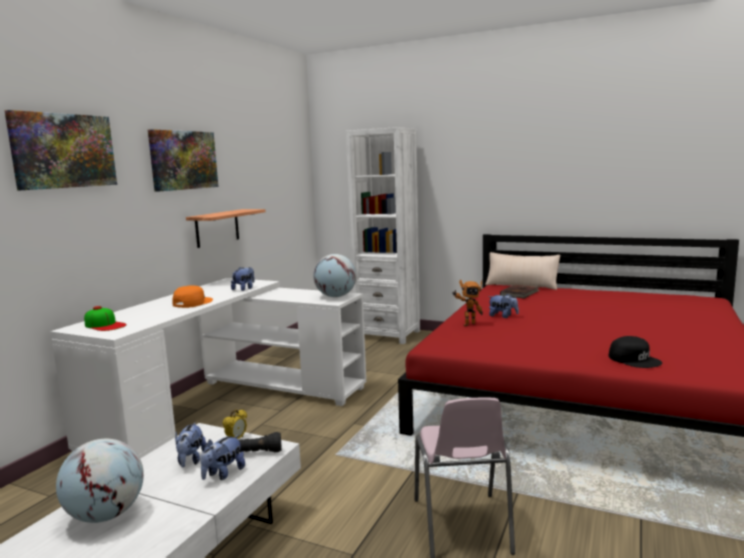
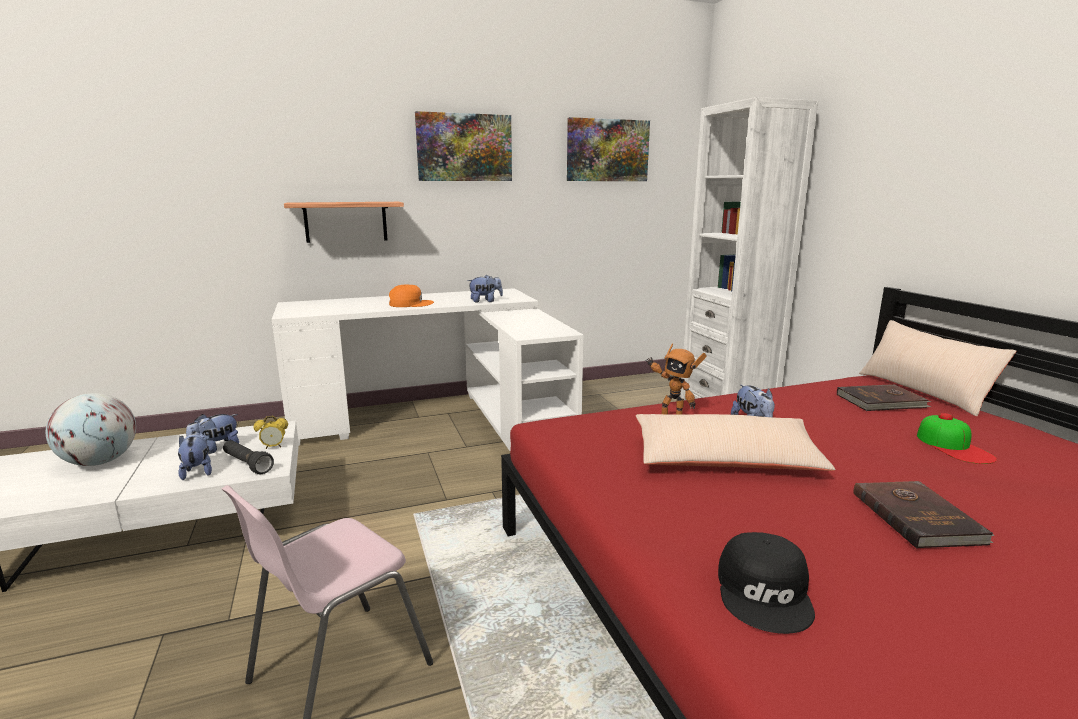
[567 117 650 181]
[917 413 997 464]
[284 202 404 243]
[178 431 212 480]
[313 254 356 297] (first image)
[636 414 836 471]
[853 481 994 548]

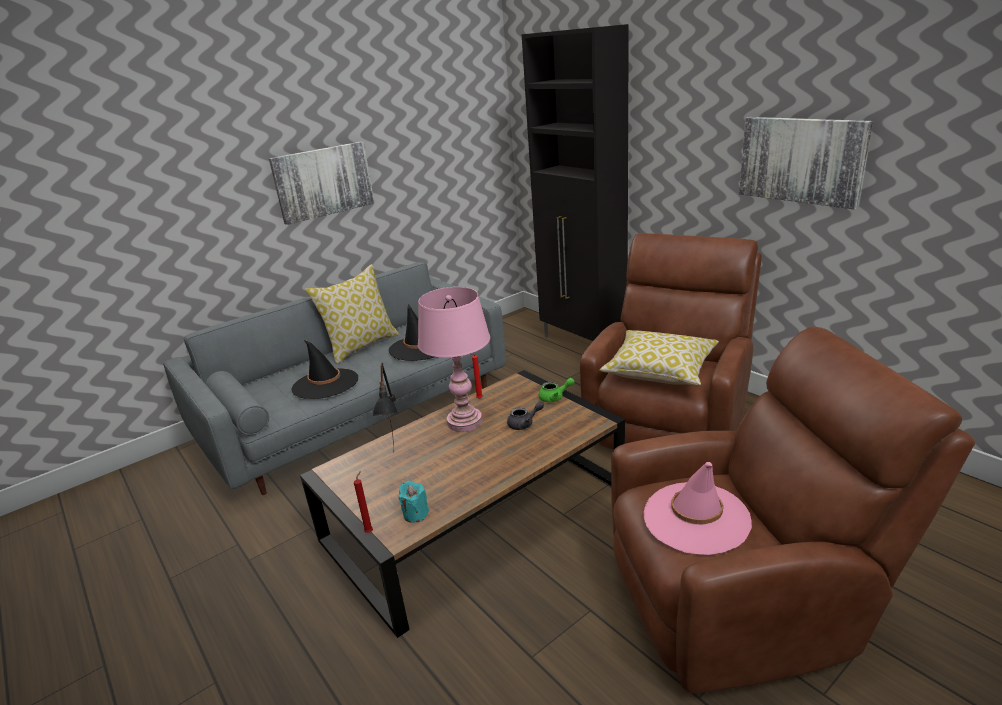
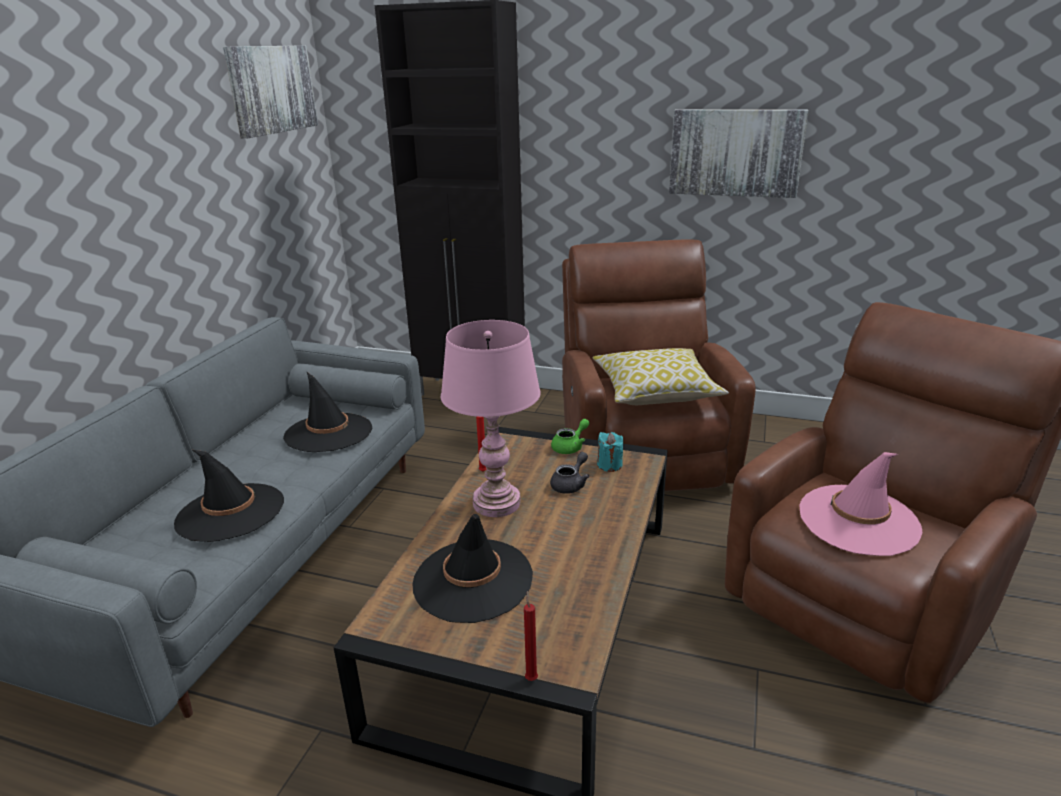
[223 45 318 139]
[305 264 399 364] (first image)
[412 514 533 623]
[597 432 623 472]

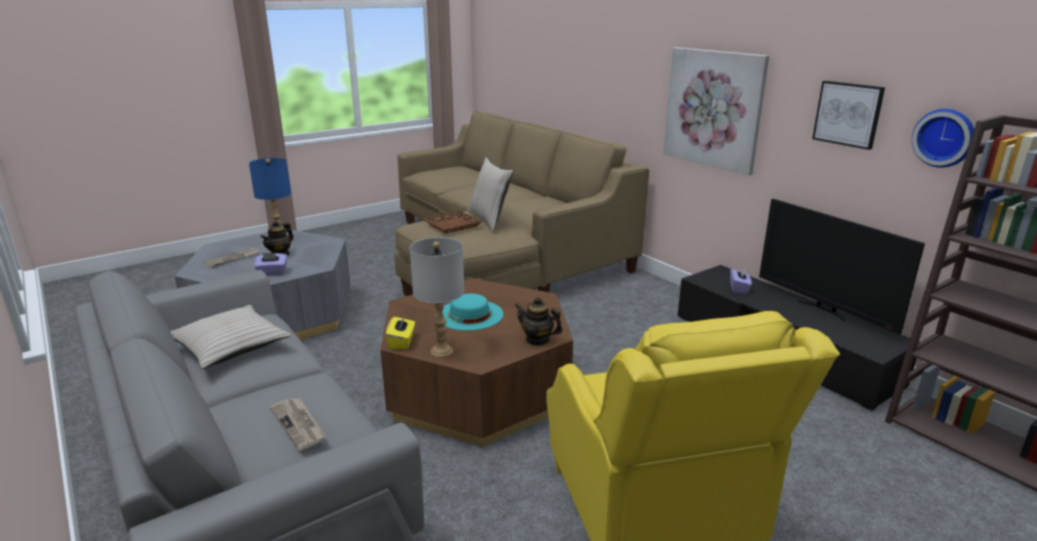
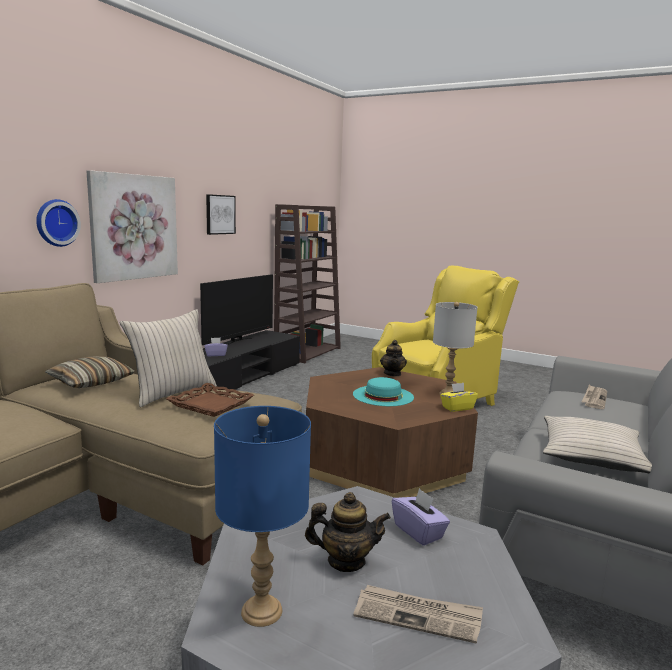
[36 199 81 247]
[45 356 135 388]

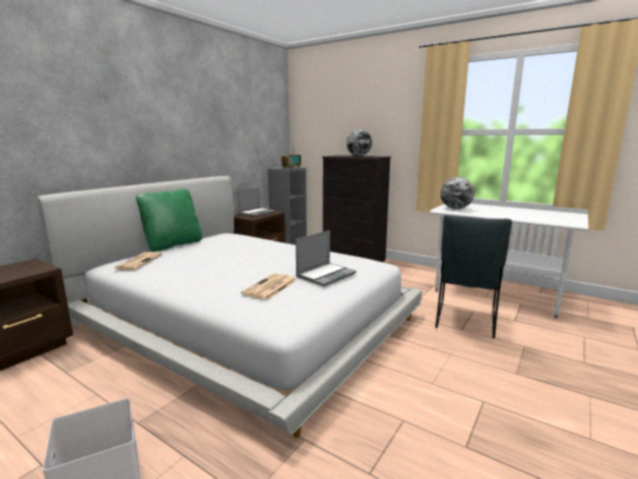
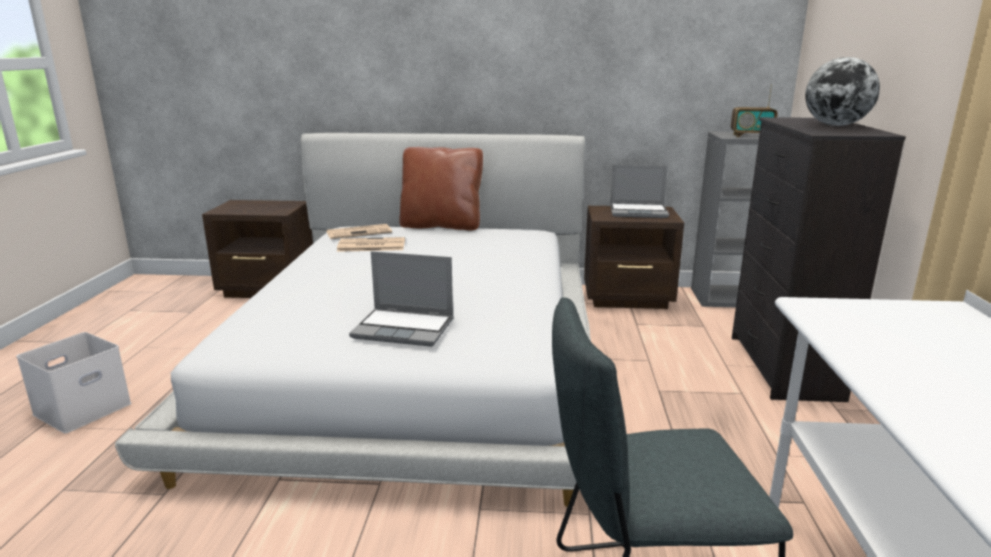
[399 147 483 231]
[337 237 405 252]
[441 177 474 209] (first image)

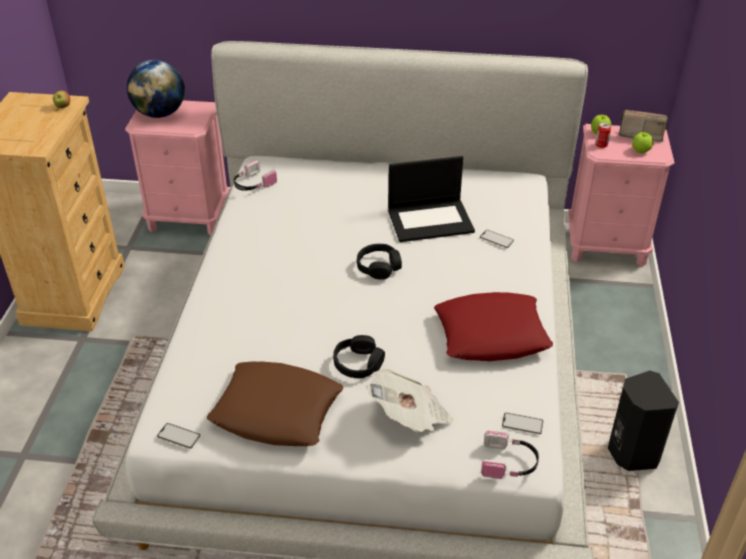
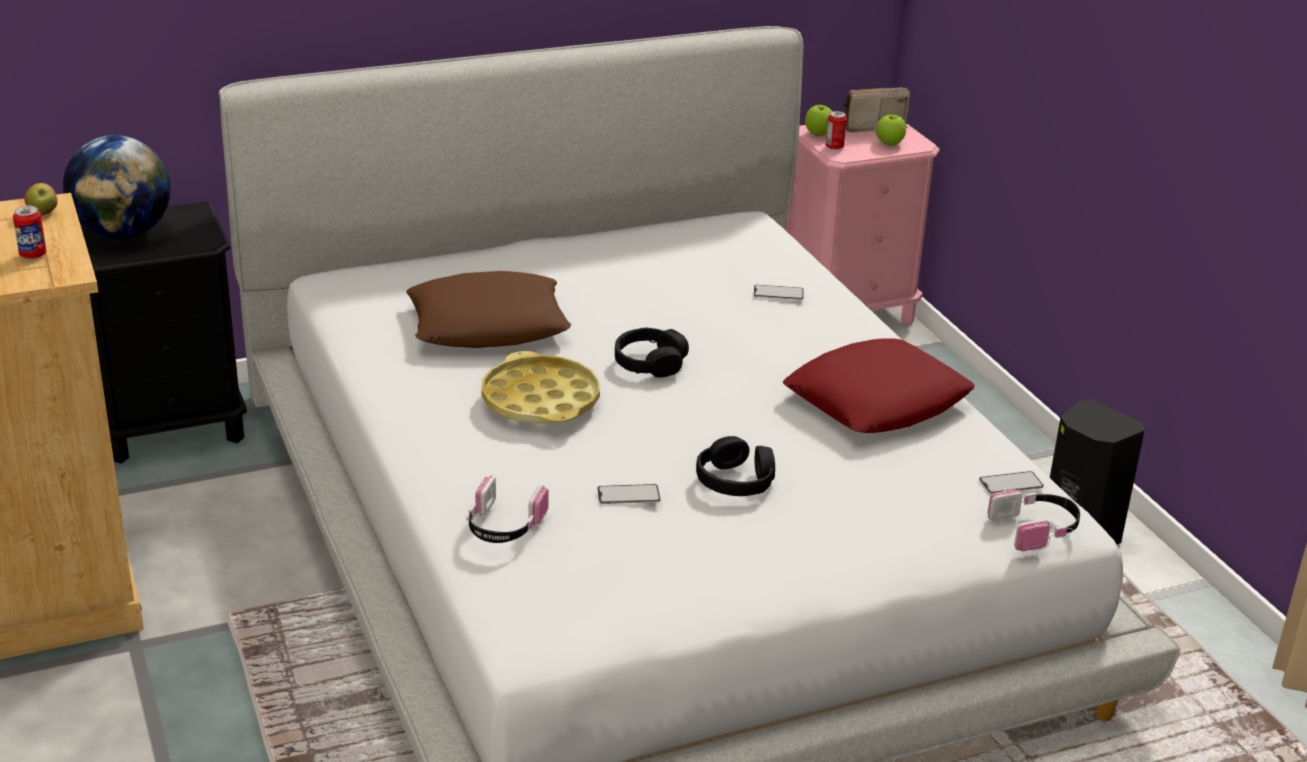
[80 201 247 464]
[597 484 660 504]
[406 271 571 348]
[466 476 549 543]
[366 369 453 433] (first image)
[388 156 475 242] (first image)
[13 206 46 259]
[481 351 600 424]

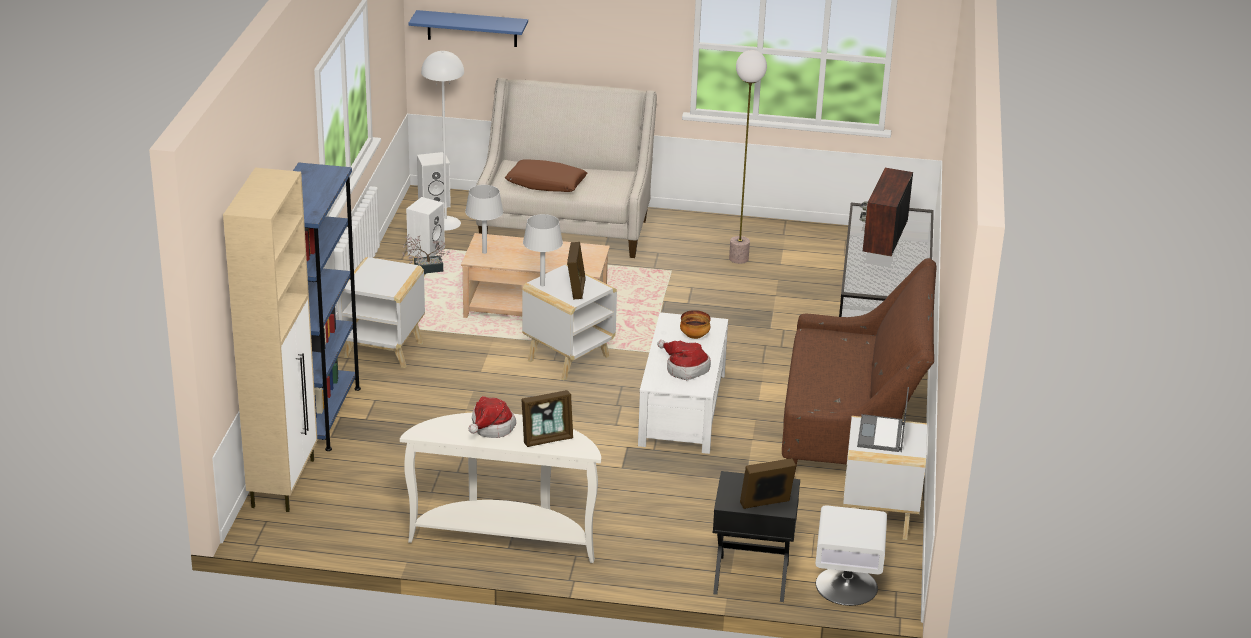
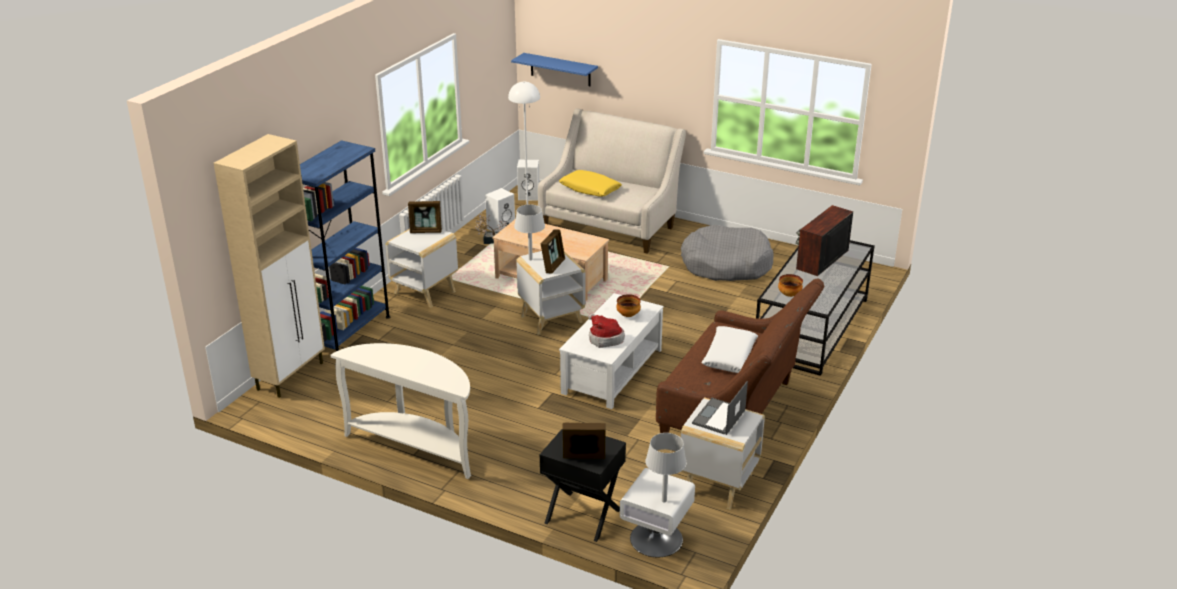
[645 433 687 503]
[469 396 516 438] (first image)
[559 170 622 197]
[408 201 442 233]
[681 225 774 281]
[701 326 758 373]
[778 274 803 297]

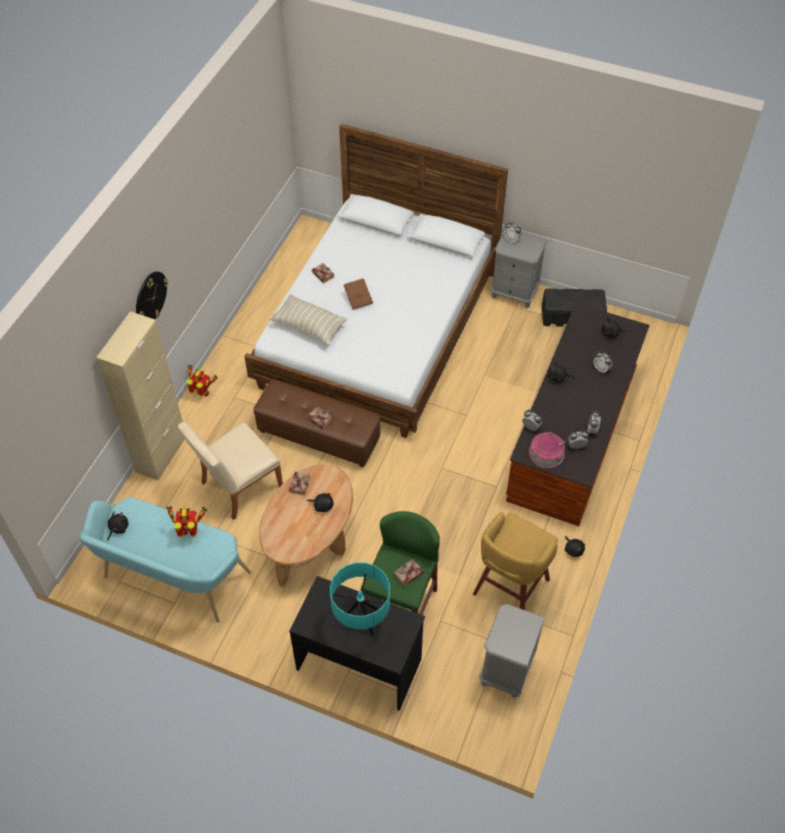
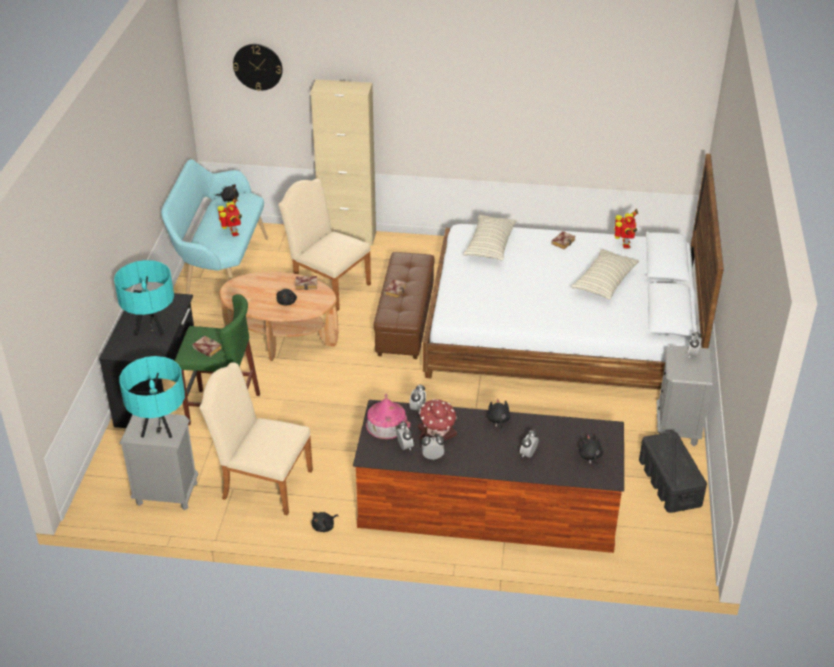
[233 44 283 91]
[614 209 638 249]
[344 278 373 310] (first image)
[199 362 313 516]
[119 356 185 438]
[418 399 457 440]
[572 249 639 300]

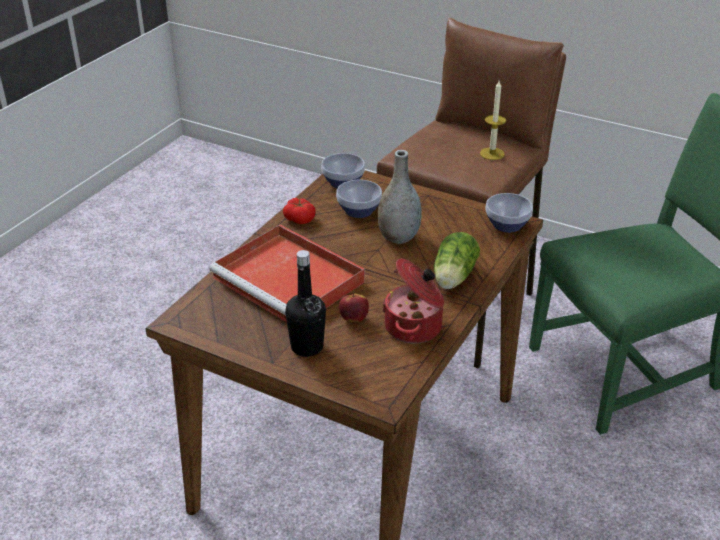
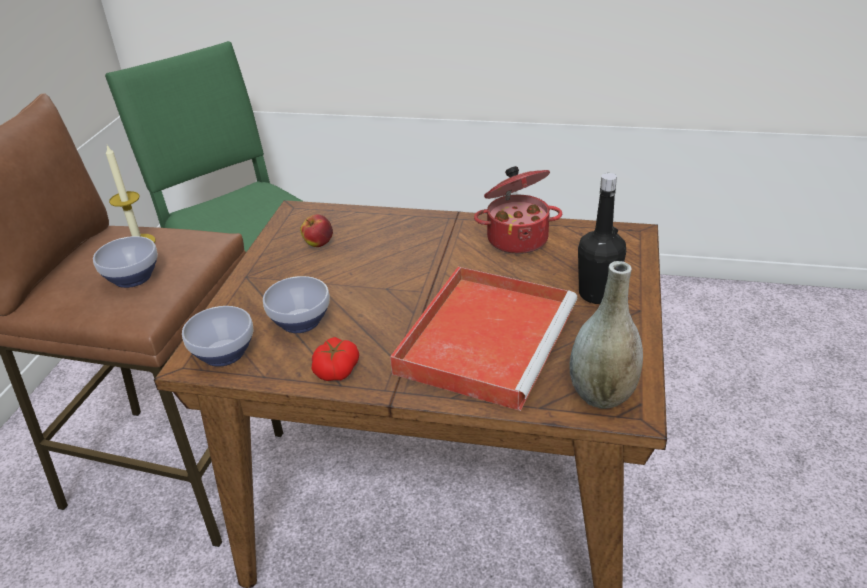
[300 214 333 247]
[569 261 643 409]
[434 232 480 289] (first image)
[93 236 158 288]

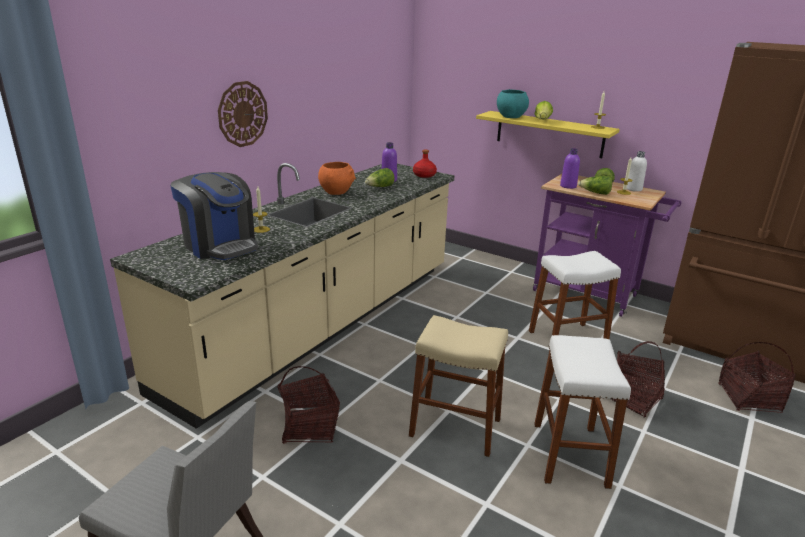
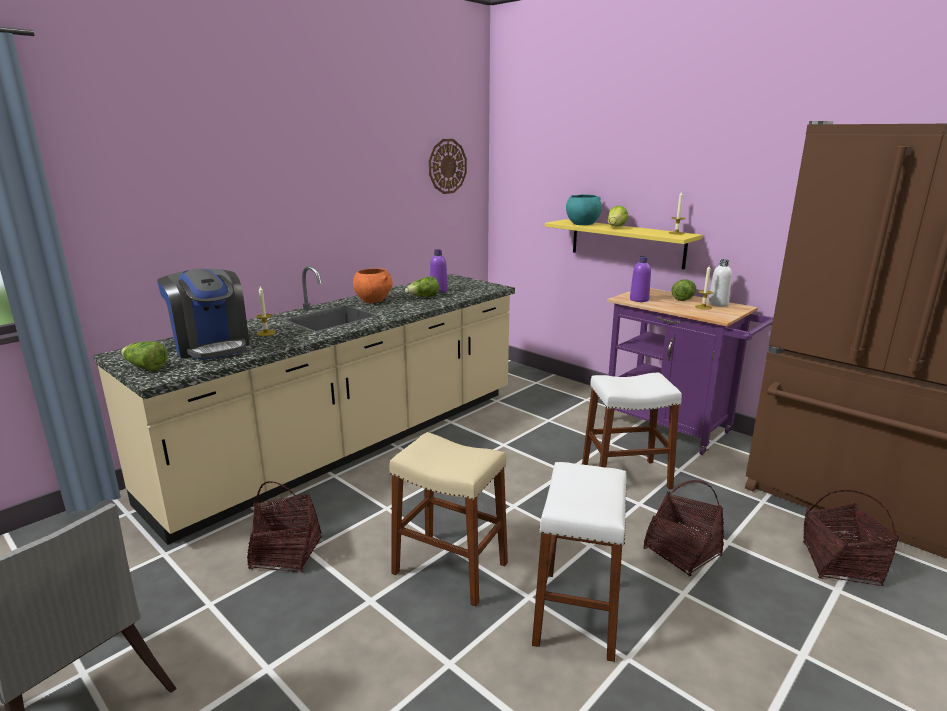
[429 139 467 194]
[413 150 437 178] (first image)
[121 341 168 371]

